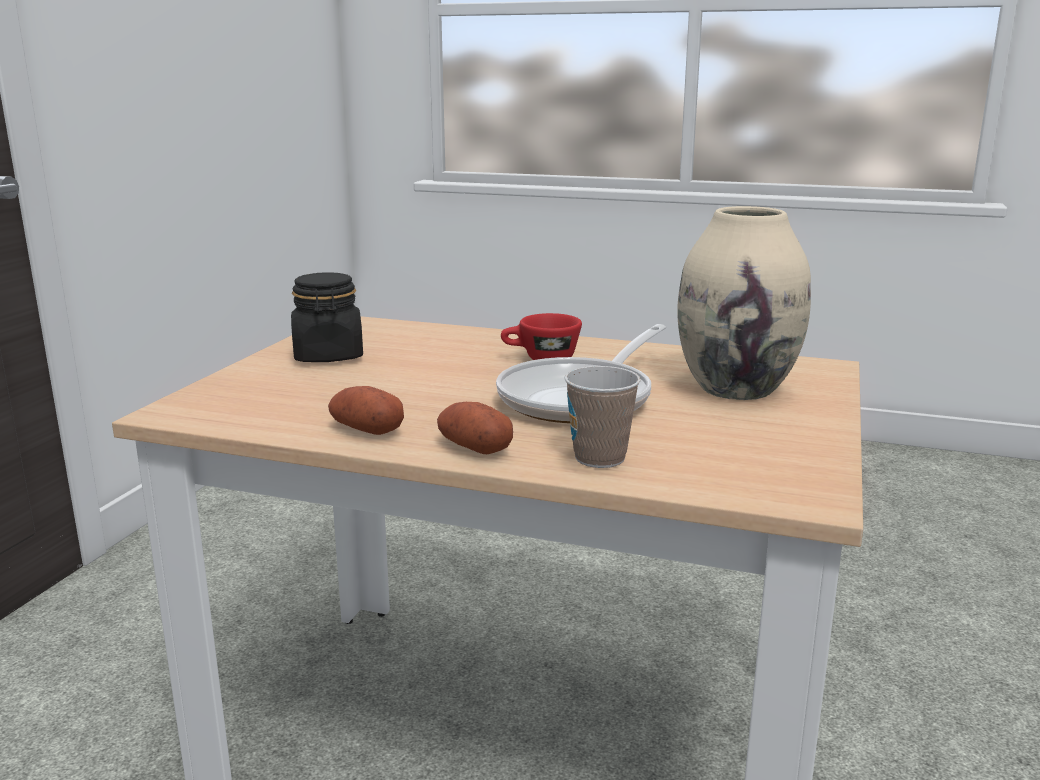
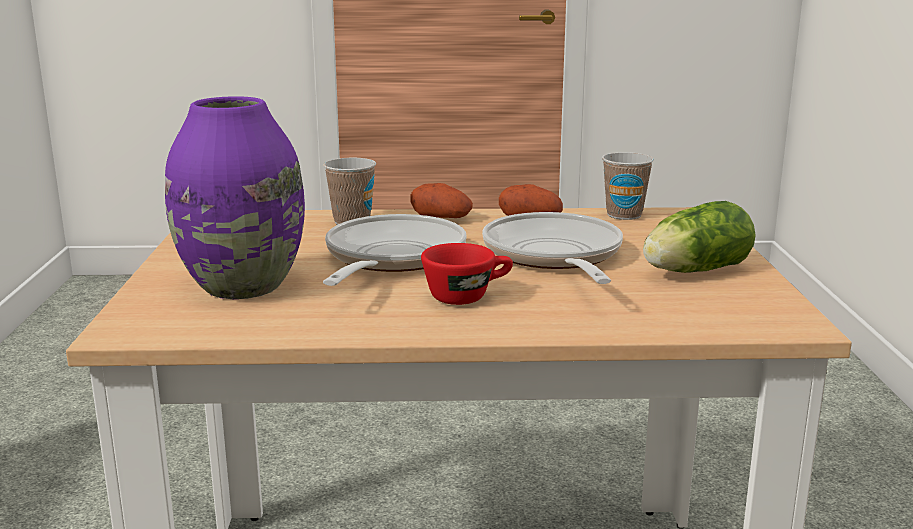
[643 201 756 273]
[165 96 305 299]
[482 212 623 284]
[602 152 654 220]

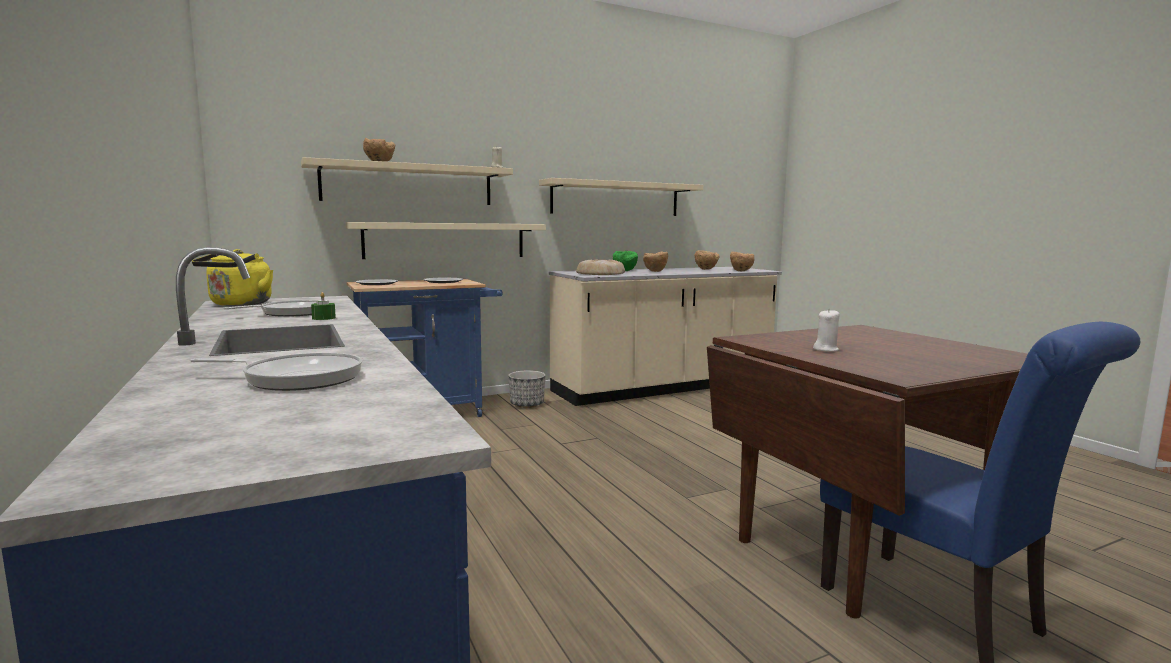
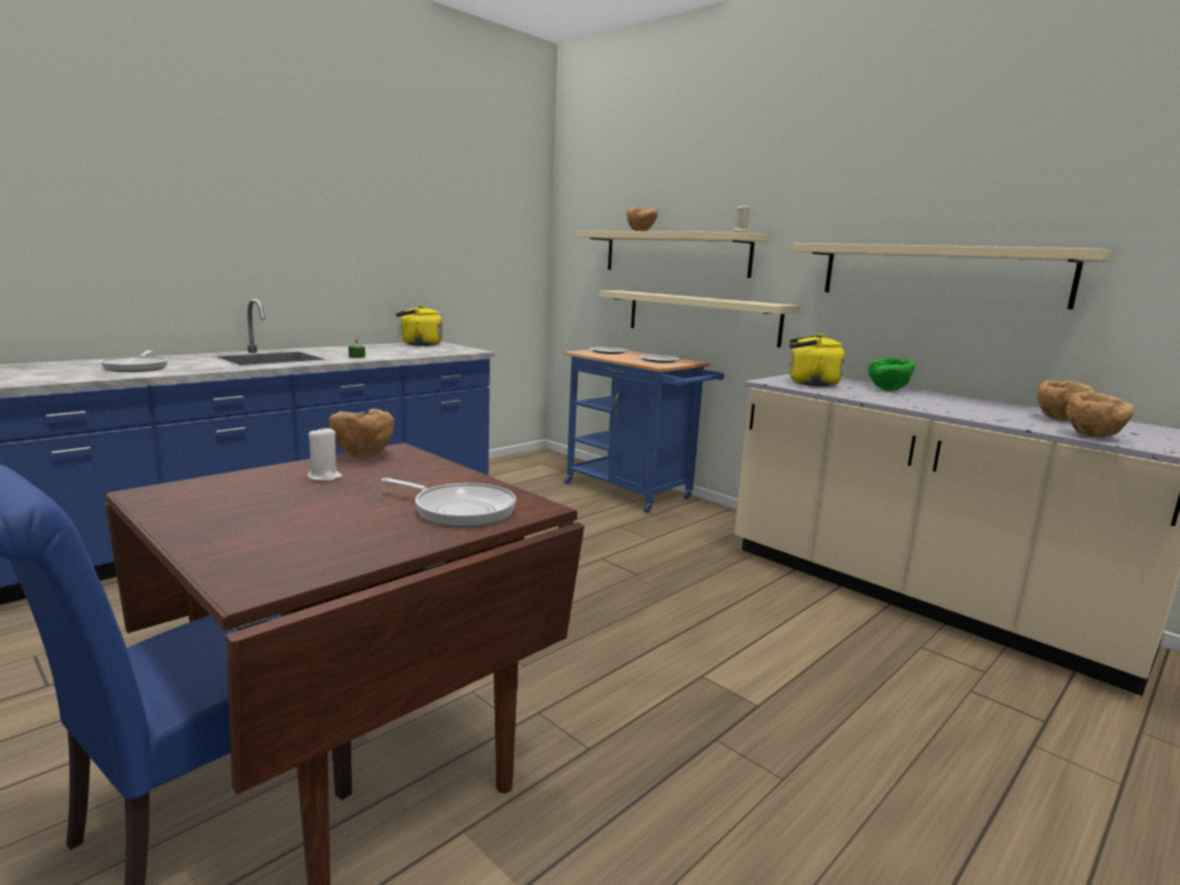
[381 478 516 527]
[508 370 546 408] (first image)
[789 334 845 387]
[329 409 394 459]

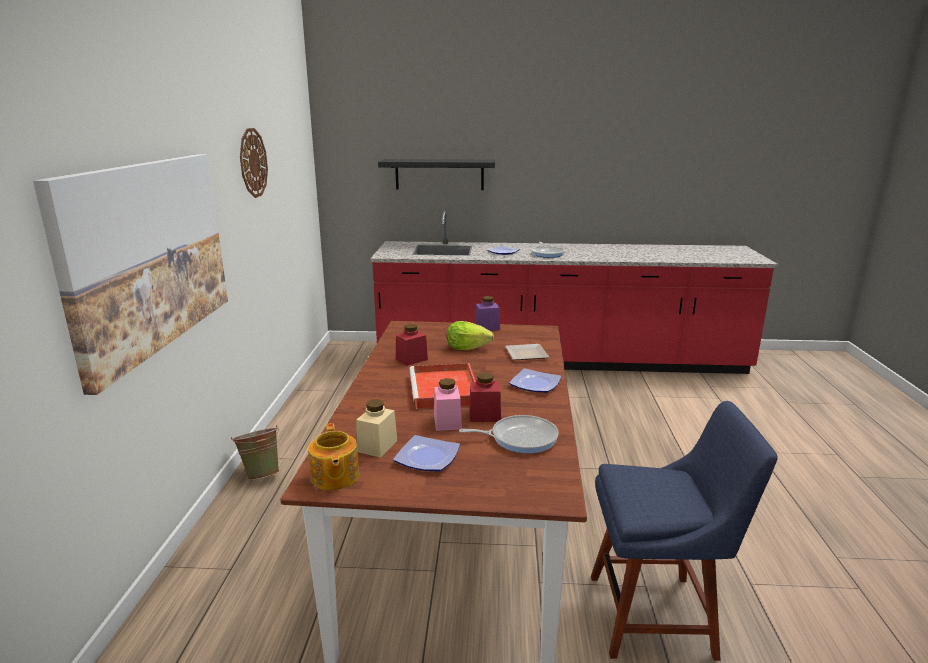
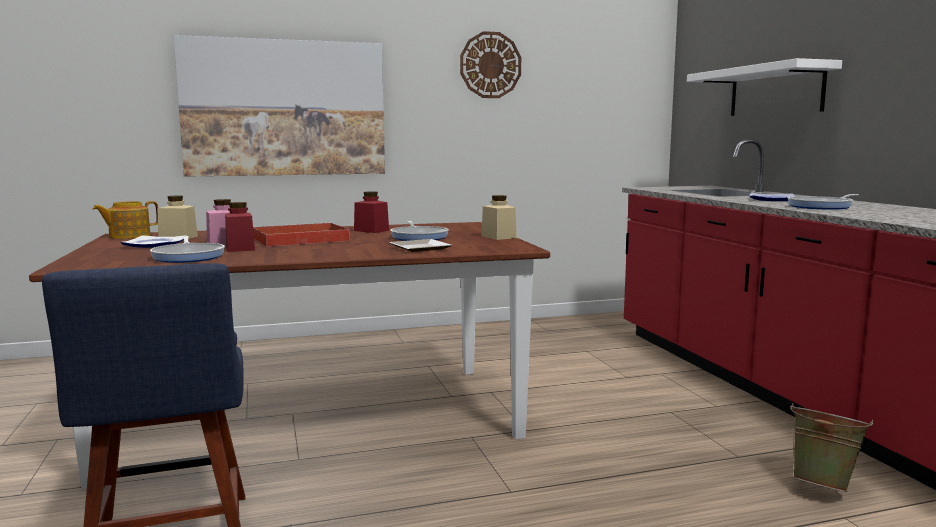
[790 403 874 492]
[687 58 842 116]
[391 221 449 241]
[481 195 517 240]
[509 368 561 393] (first image)

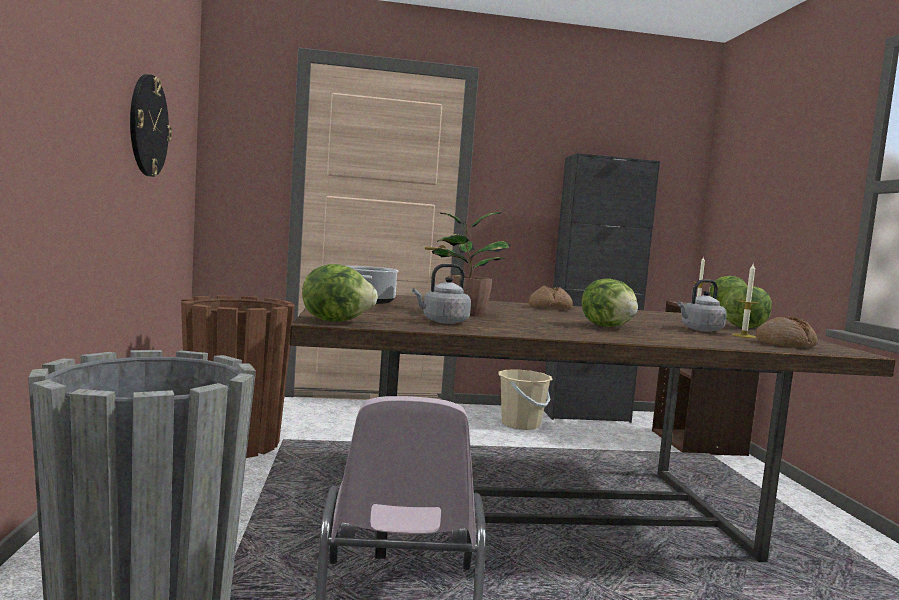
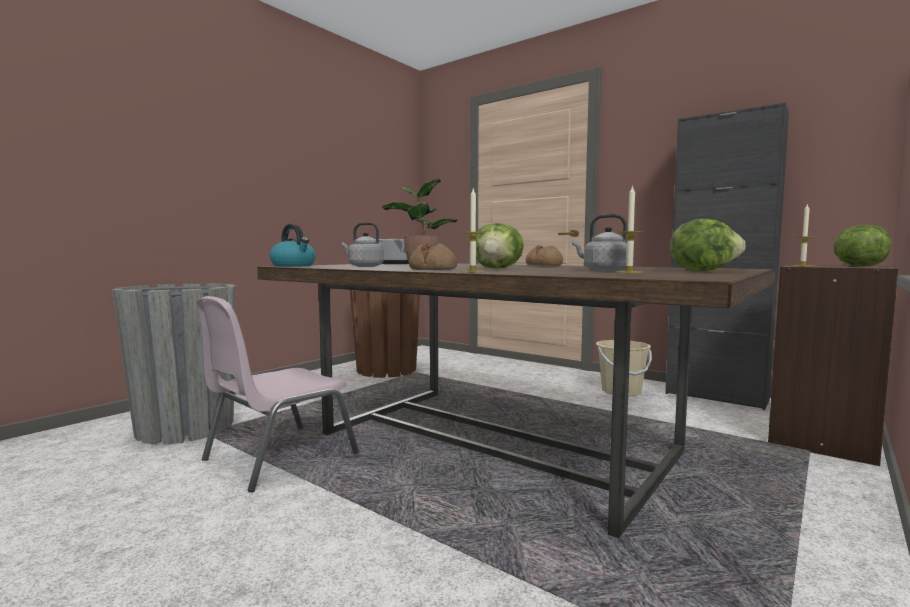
[130 74 172 177] (first image)
[269 224 316 267]
[409 243 457 270]
[460 189 486 272]

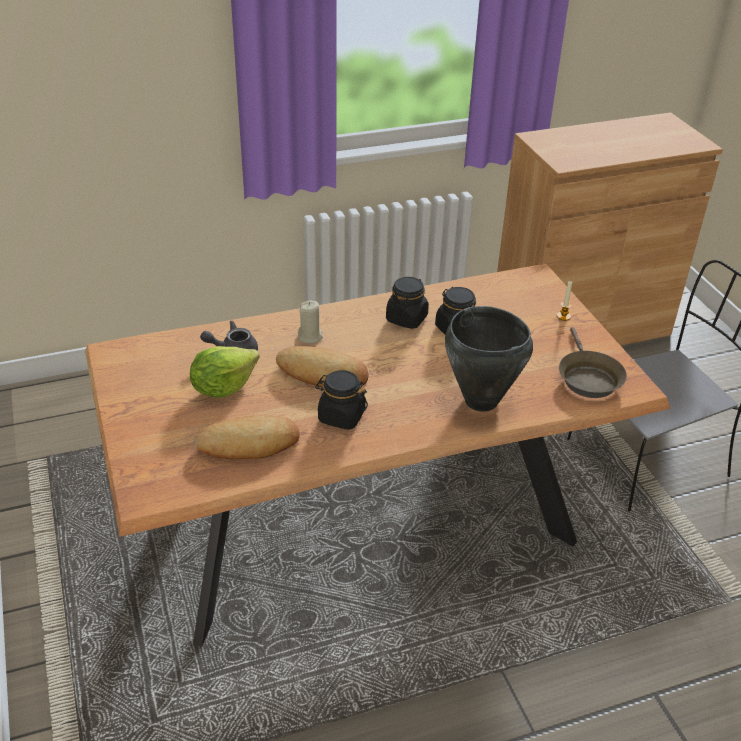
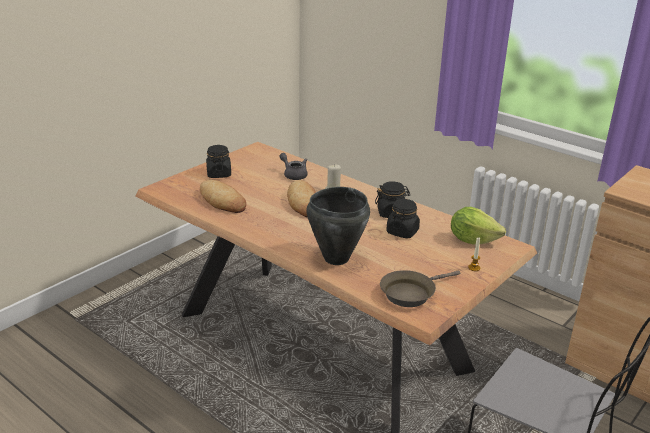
[451 207 506 244]
[206 145 231 178]

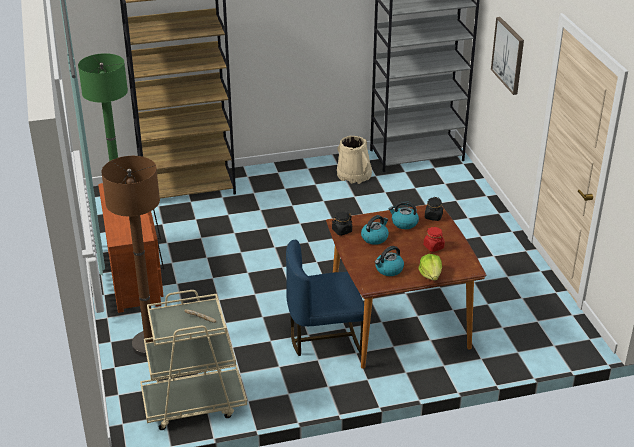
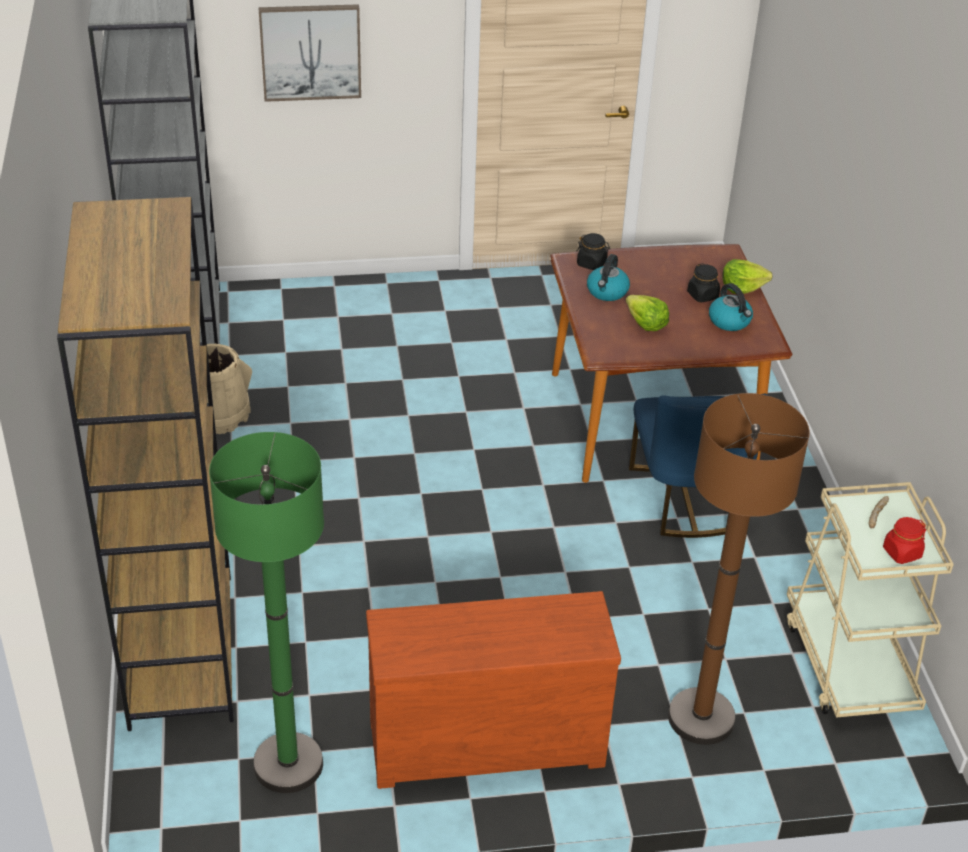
[687 263 720 302]
[626 295 669 331]
[883 517 926 564]

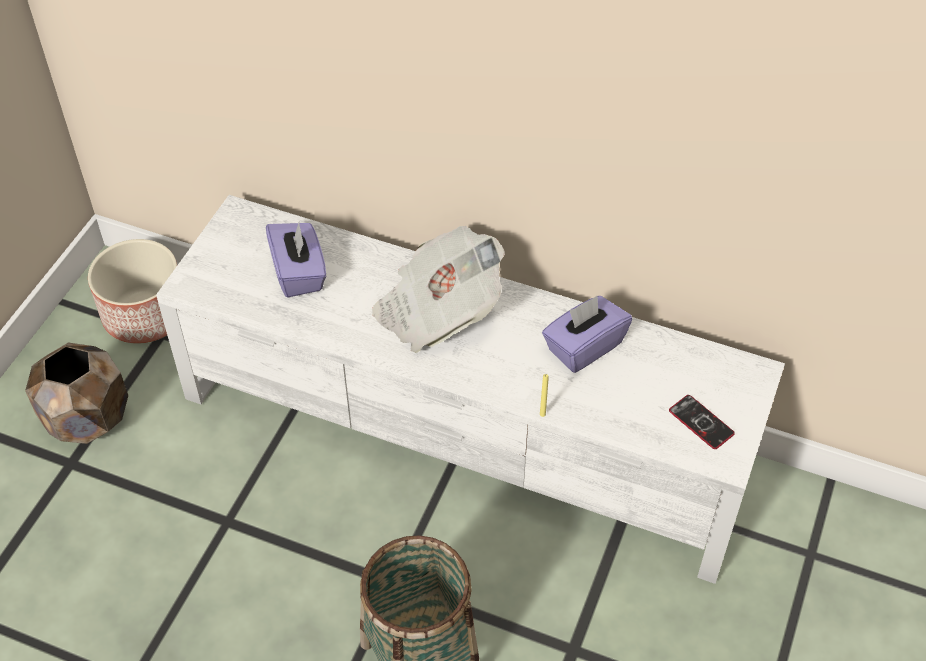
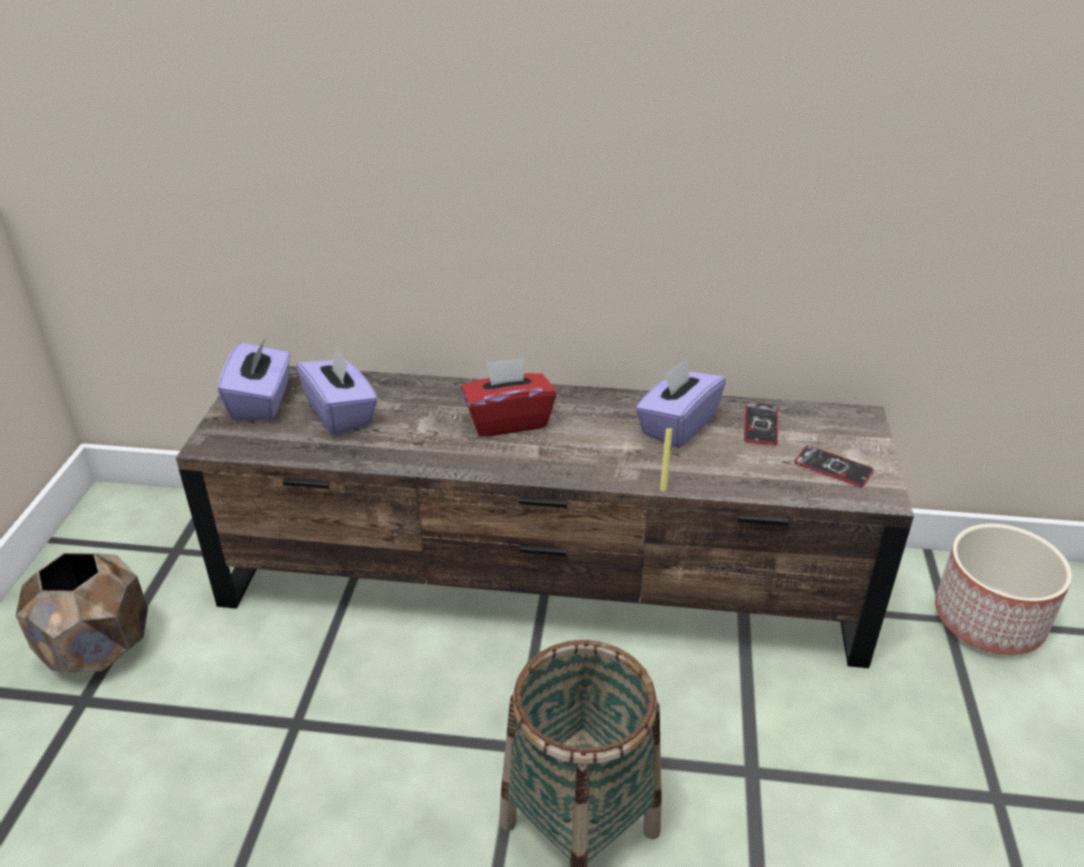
[935 524 1072 655]
[176 366 914 668]
[461 358 556 437]
[218 337 291 420]
[744 403 778 445]

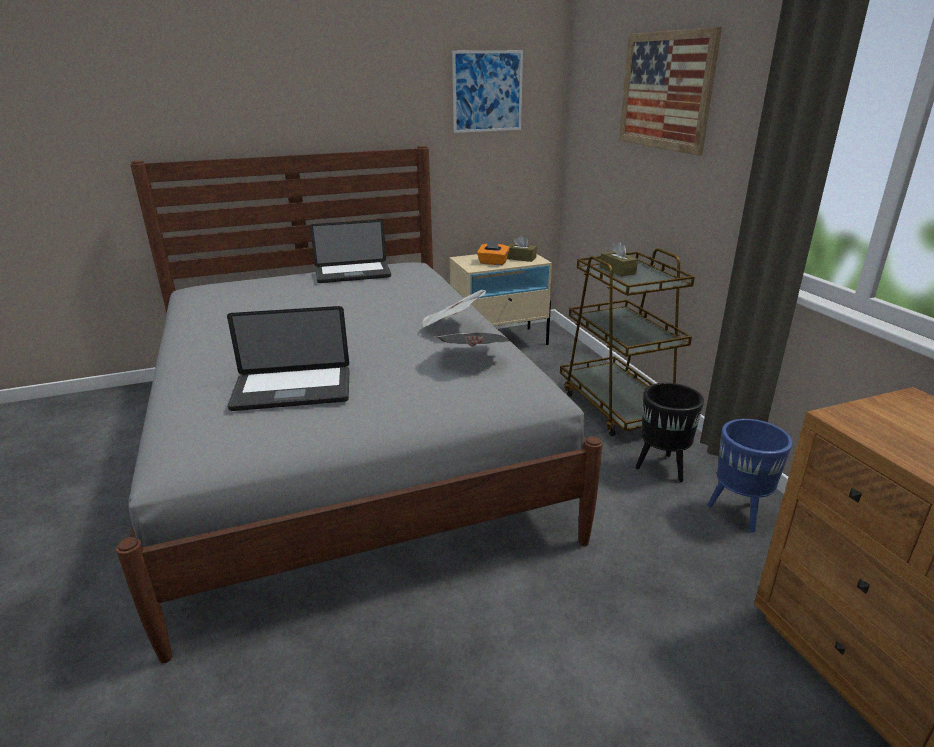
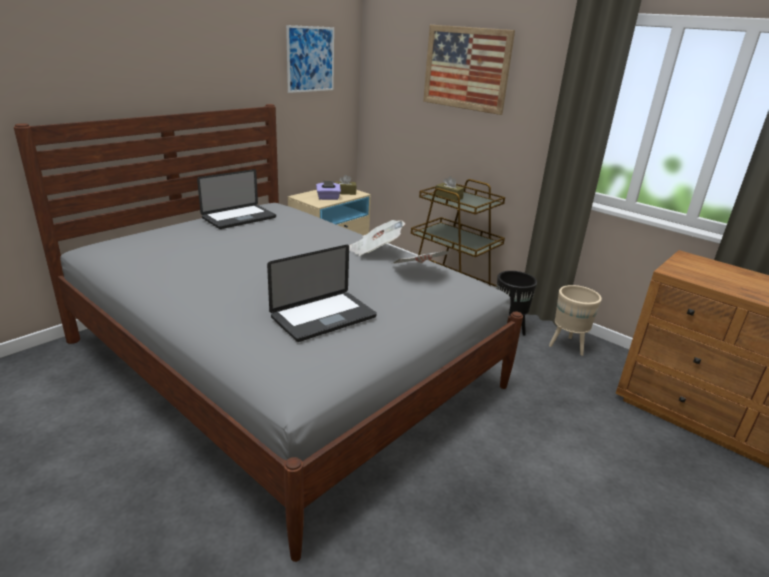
[316 181 341 200]
[549 285 602 356]

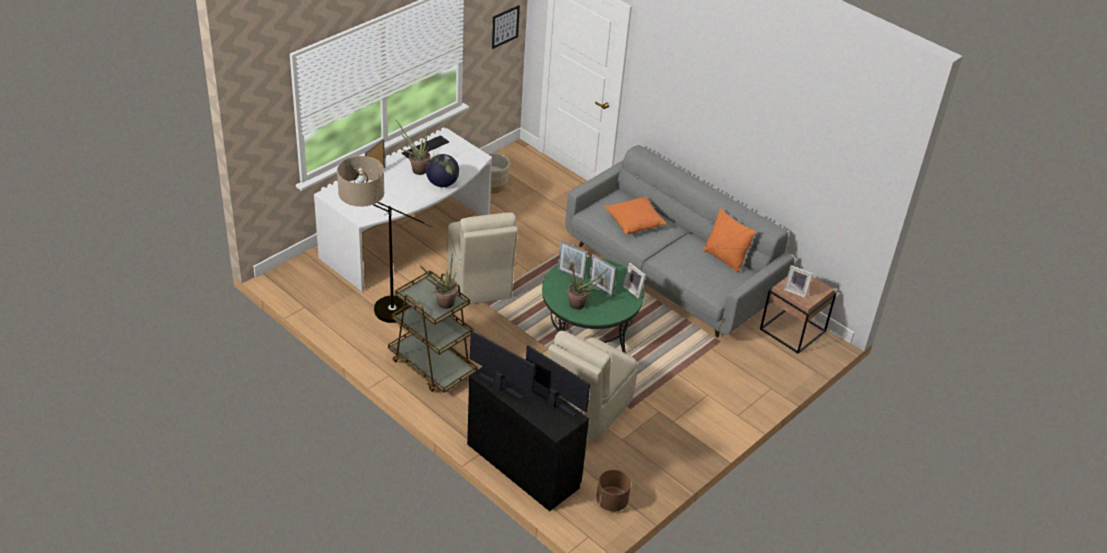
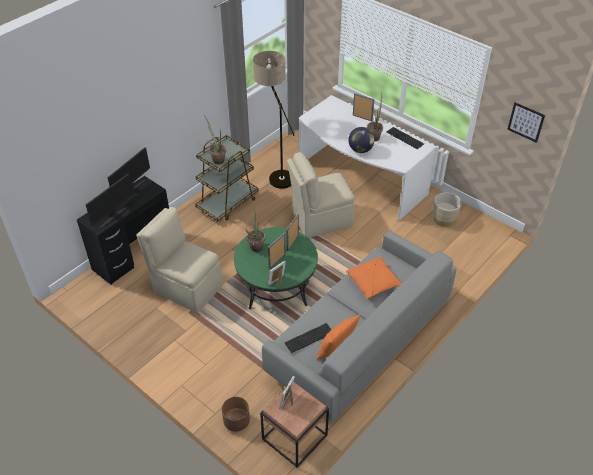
[222 397 250 432]
[285 323 331 353]

